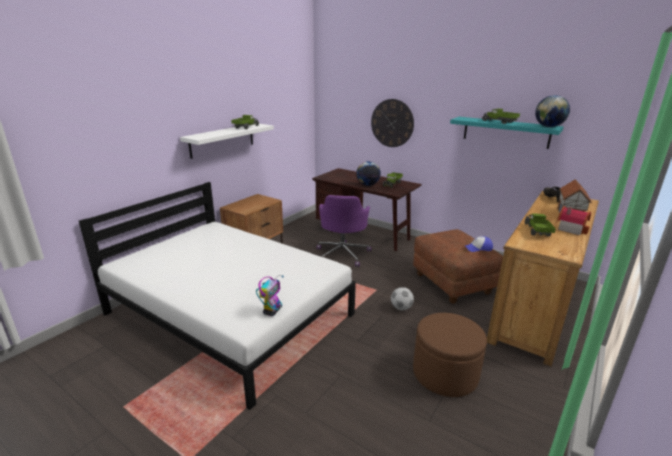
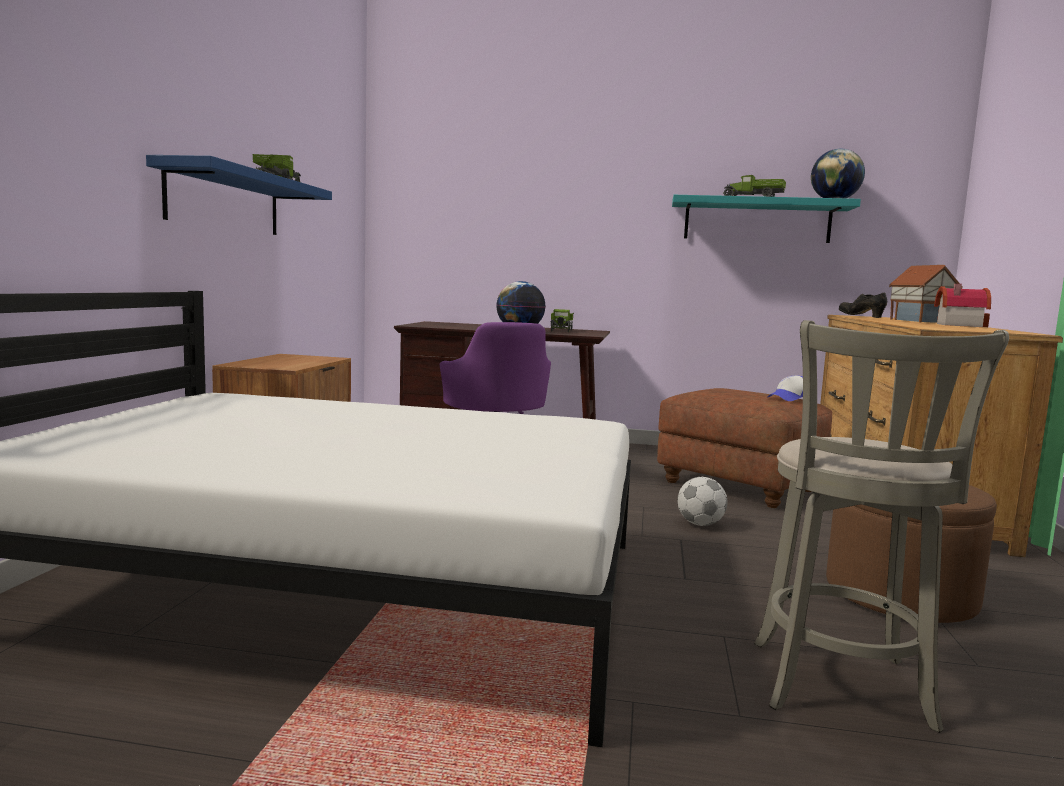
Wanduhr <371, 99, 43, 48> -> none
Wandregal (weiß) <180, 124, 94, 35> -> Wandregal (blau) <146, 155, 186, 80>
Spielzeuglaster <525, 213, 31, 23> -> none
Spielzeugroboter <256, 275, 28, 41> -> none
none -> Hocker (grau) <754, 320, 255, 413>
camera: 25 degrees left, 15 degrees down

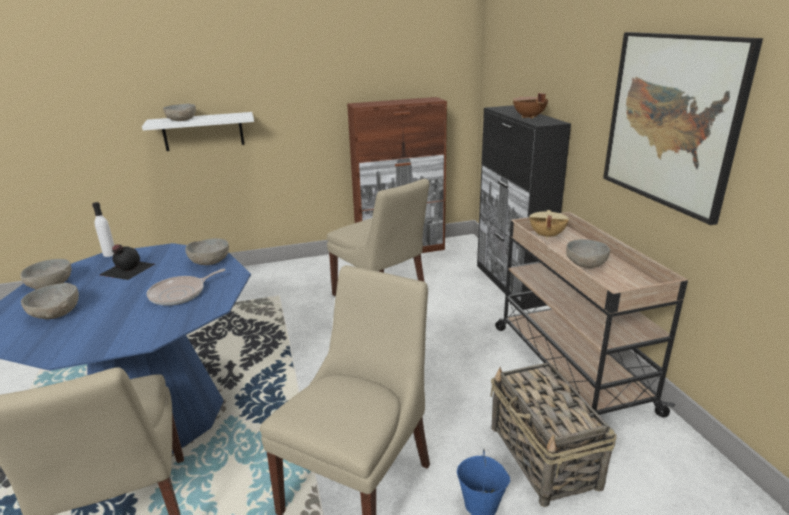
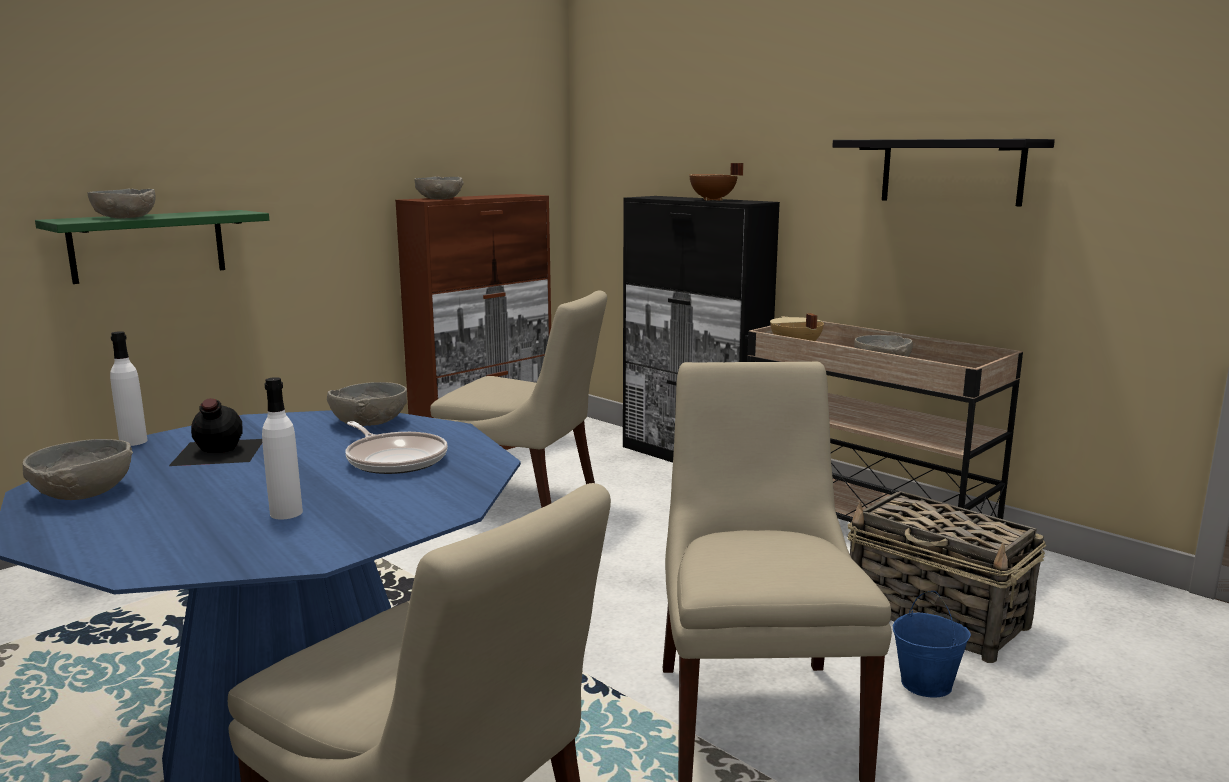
Bild <603, 32, 160, 193> -> Wandregal (schwarz) <832, 139, 223, 67>
Wandregal (weiß) <142, 112, 112, 39> -> Wandregal (grün) <35, 210, 234, 74>
Pfanne <147, 269, 79, 37> -> Pfanne <345, 421, 103, 53>, 60 degrees counterclockwise
Schüssel (grau) <21, 283, 58, 36> -> Schüssel (grau) <414, 176, 50, 23>, moved
none -> Flasche (weiß) <262, 377, 41, 142>
camera: 30 degrees left, 10 degrees down

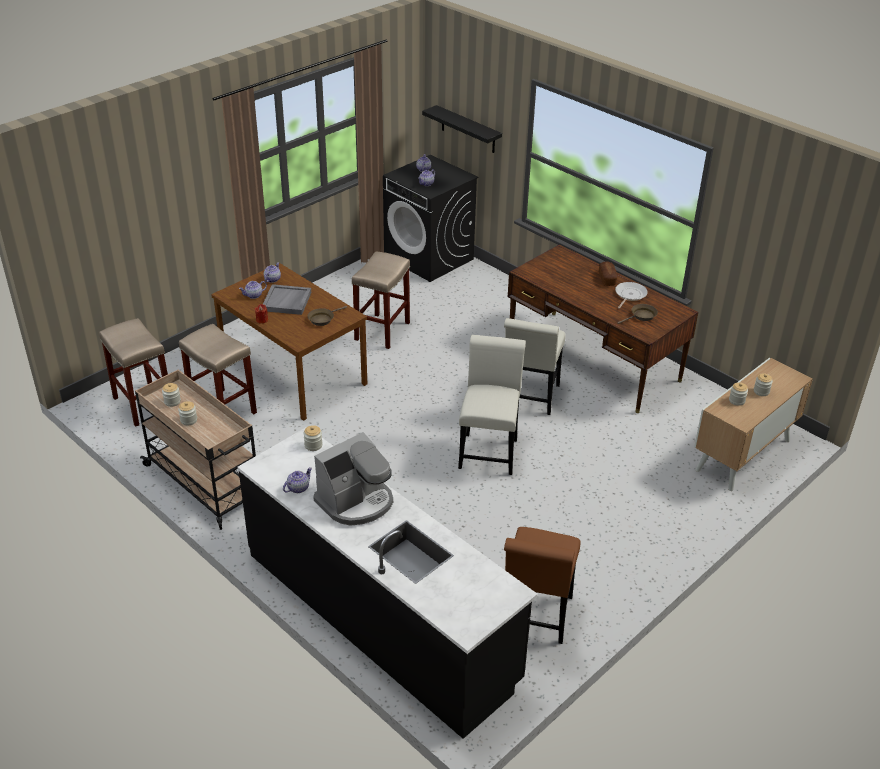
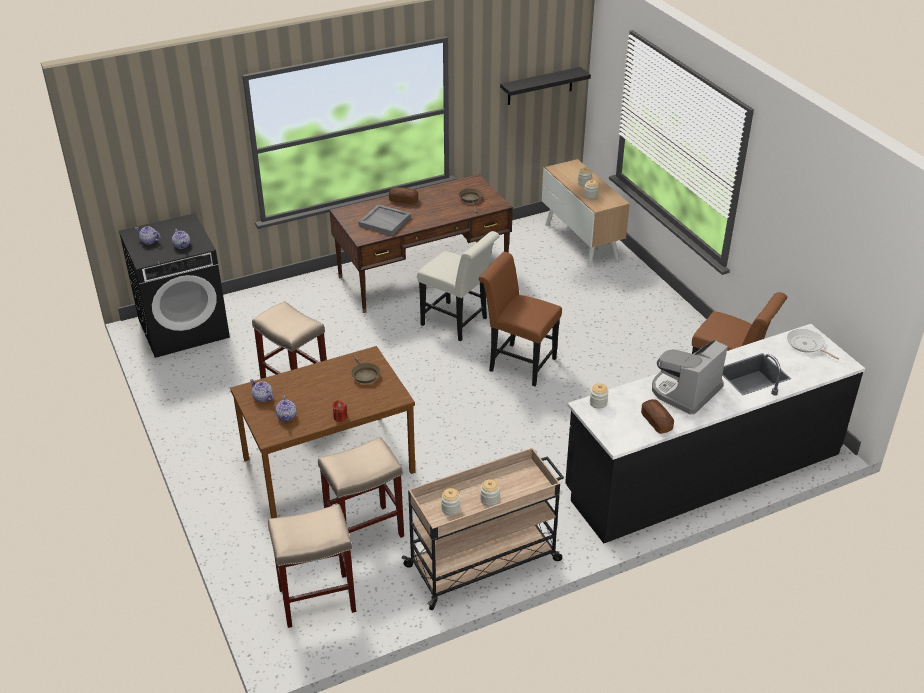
Wandregal (schwarz) <422, 105, 80, 48> -> Wandregal (schwarz) <500, 67, 91, 38>, moved
Pfanne <615, 282, 33, 27> -> Pfanne <787, 329, 53, 31>, moved
Tablett (grau) <263, 284, 48, 31> -> Tablett (grau) <358, 204, 53, 32>, moved
Stuhl (weiß) <458, 335, 68, 140> -> Stuhl (braun) <479, 252, 83, 134>
Kaffeemaschine <313, 432, 80, 94> -> Kaffeemaschine <652, 339, 76, 76>, 120 degrees counterclockwise
Teekanne <283, 467, 29, 26> -> Brot <641, 399, 33, 35>
camera: 70 degrees left, 0 degrees up

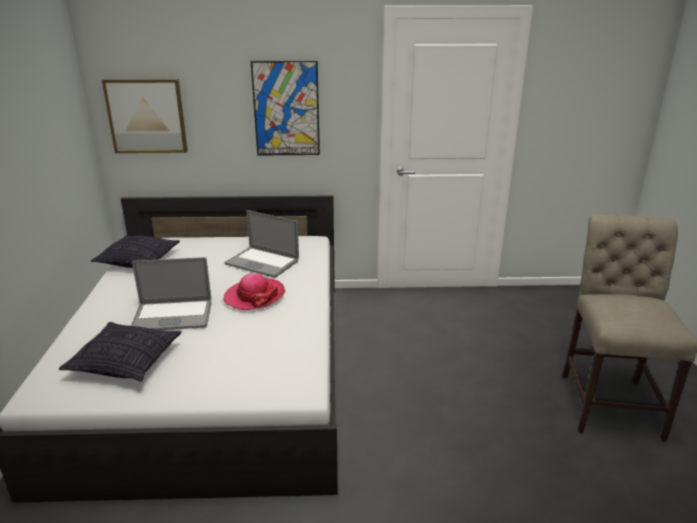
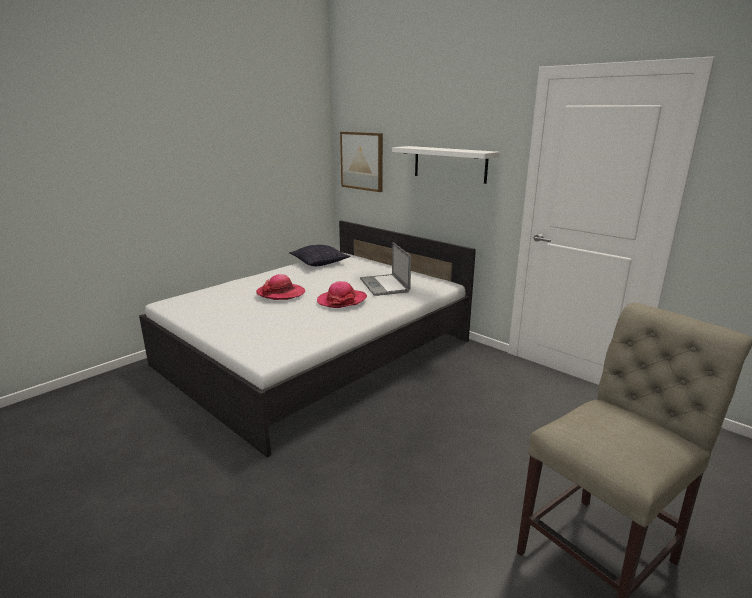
Bild <251, 61, 69, 94> -> Wandregal (weiß) <392, 146, 108, 38>
Laptop <131, 257, 81, 73> -> Hut <256, 274, 49, 26>
Kissen <59, 322, 122, 59> -> none
camera: 45 degrees right, 5 degrees down

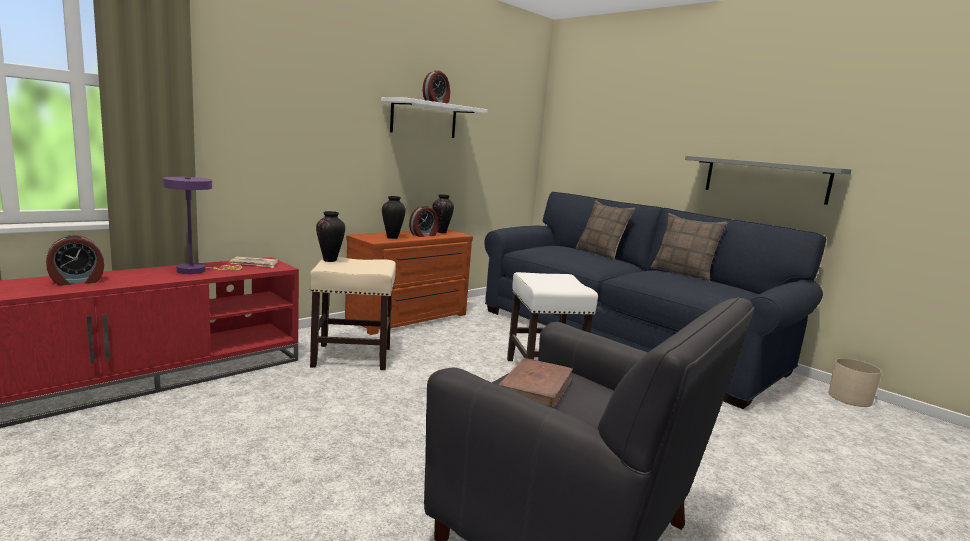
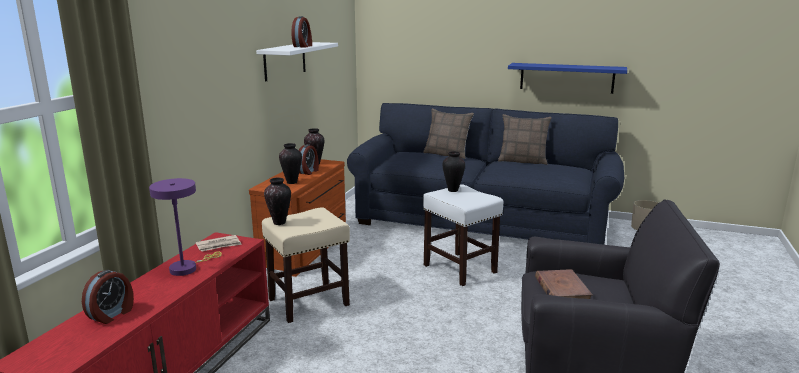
Wandregal (grau) <685, 156, 166, 49> -> Wandregal (blau) <508, 63, 119, 31>
none -> Vase <443, 151, 22, 41>
camera: 25 degrees left, 5 degrees up

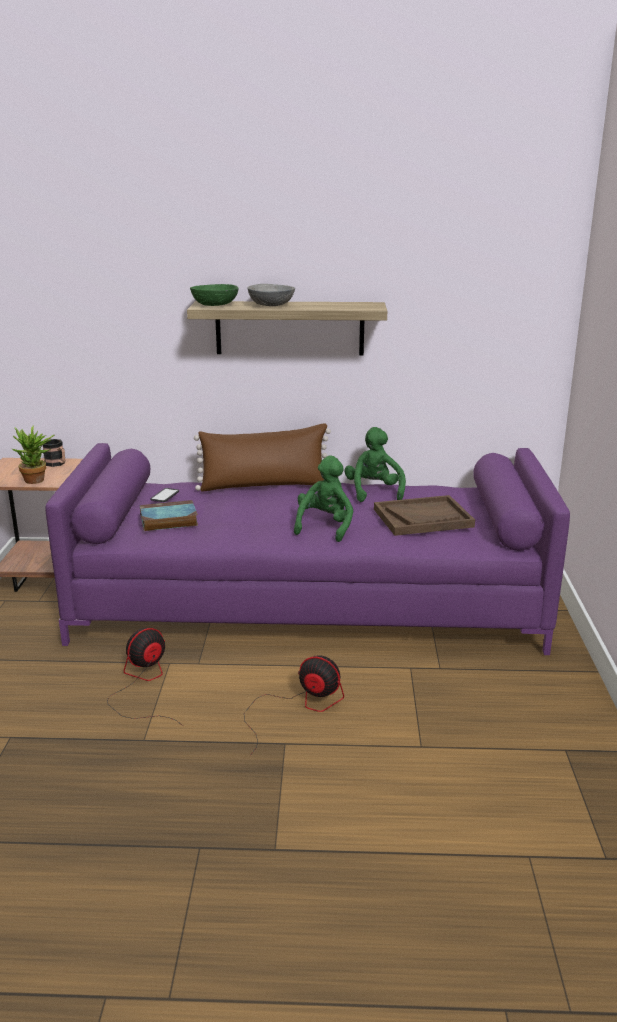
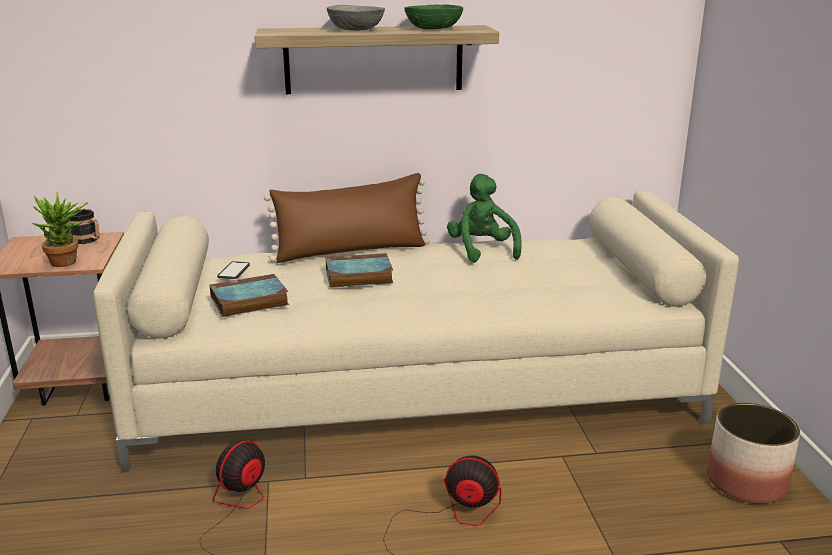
Schüssel (grün) <190, 284, 49, 22> -> Schüssel (grün) <404, 5, 59, 24>, moved
Sofa (lila) <45, 443, 525, 212> -> Sofa (beige) <93, 190, 646, 282>
Plüschtier (grün) <294, 455, 59, 87> -> none
Tablett (braun) <374, 495, 101, 41> -> none
none -> Buch <325, 253, 68, 35>
none -> Pflanzkübel <707, 403, 93, 101>
camera: 10 degrees left, 0 degrees up

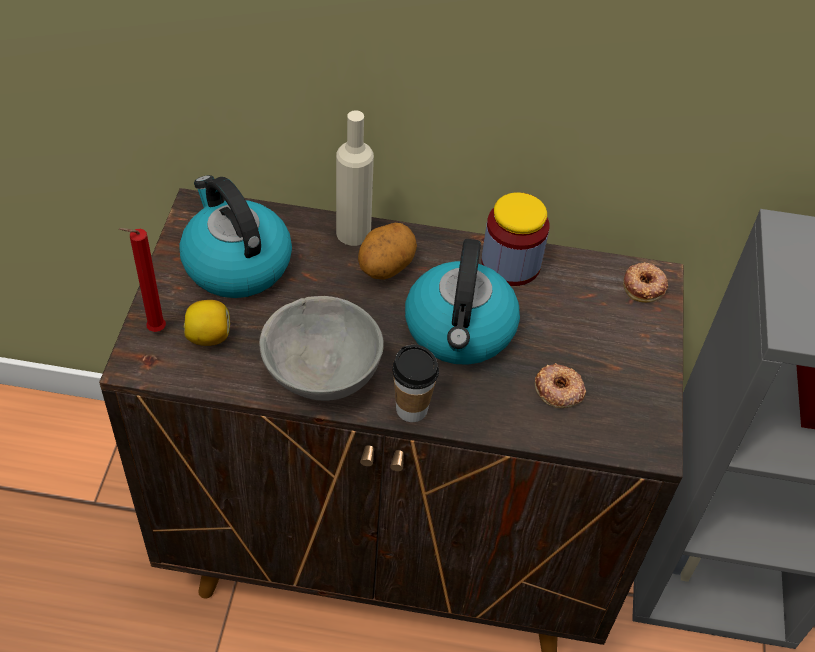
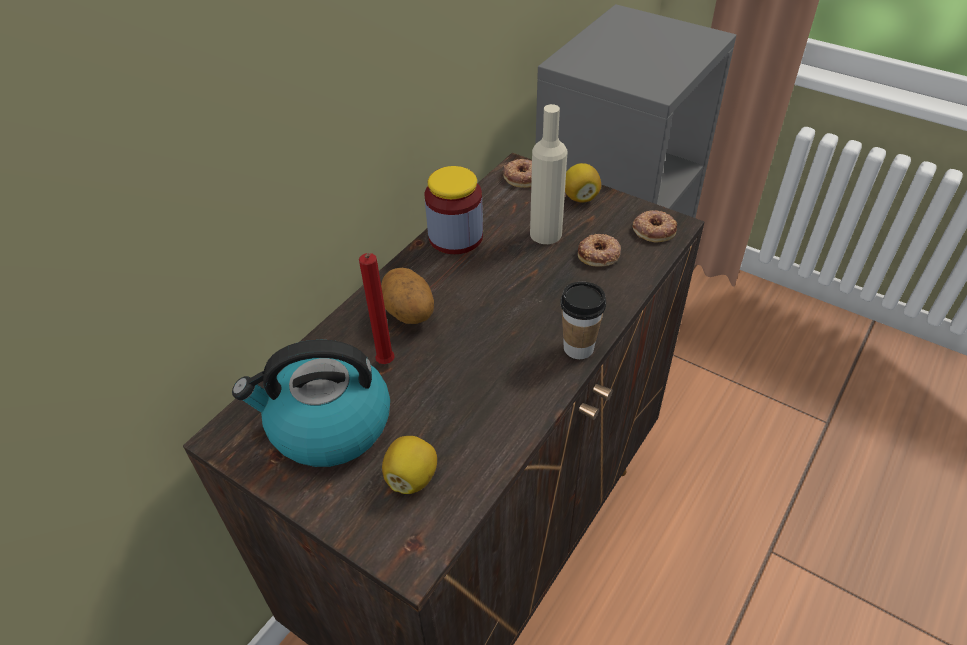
Flasche (beige) <336, 110, 38, 136> -> Flasche (beige) <530, 104, 37, 140>, moved
Kerze (rot) <119, 228, 47, 104> -> Kerze (rot) <359, 253, 36, 111>, moved
Wasserkessel <405, 239, 115, 126> -> none
Schüssel (grau) <259, 296, 125, 105> -> none
none -> Zitrone <565, 163, 36, 39>
none -> Donut <633, 210, 44, 32>
camera: 60 degrees left, 5 degrees down

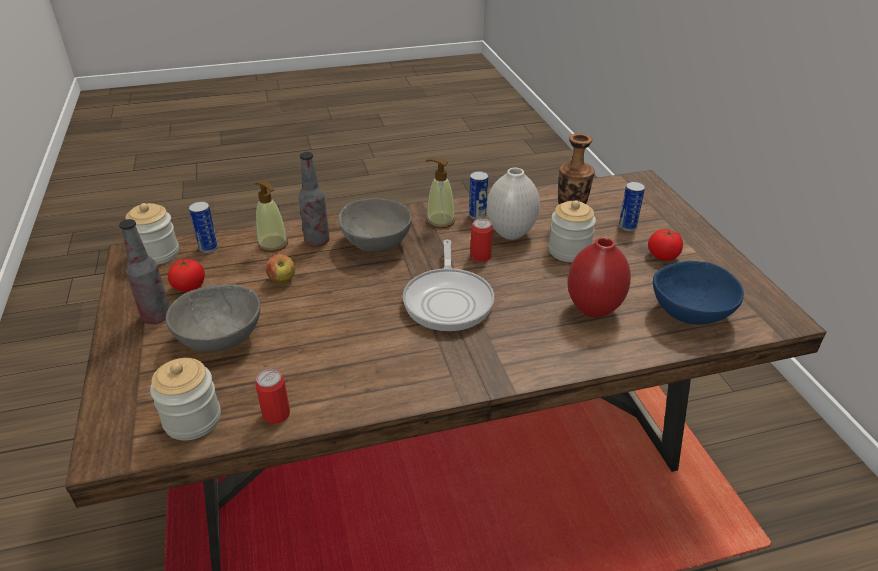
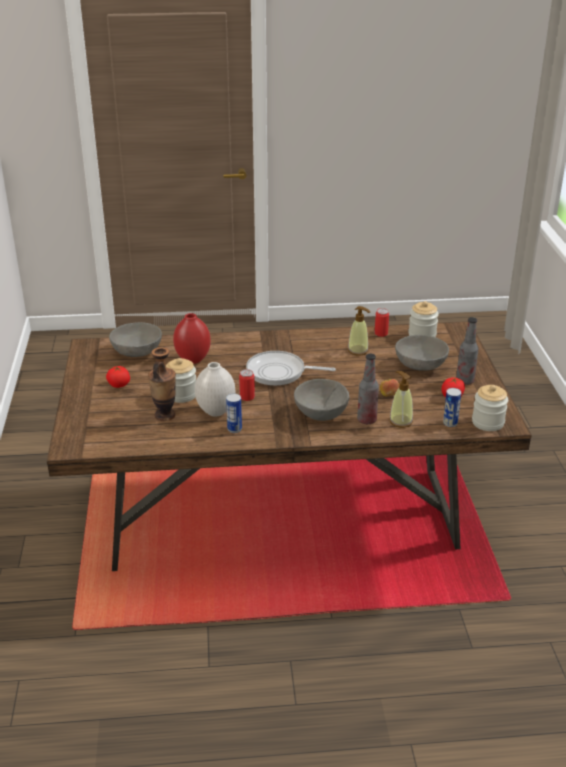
Seifenspender <426, 158, 29, 70> -> Seifenspender <348, 306, 23, 49>, moved
Dose <619, 181, 26, 50> -> none
Pfanne <403, 240, 91, 91> -> Pfanne <246, 351, 90, 35>, 90 degrees counterclockwise
Schüssel (blau) <653, 260, 91, 65> -> Schüssel (grau) <109, 322, 53, 35>
camera: 170 degrees left, 5 degrees down

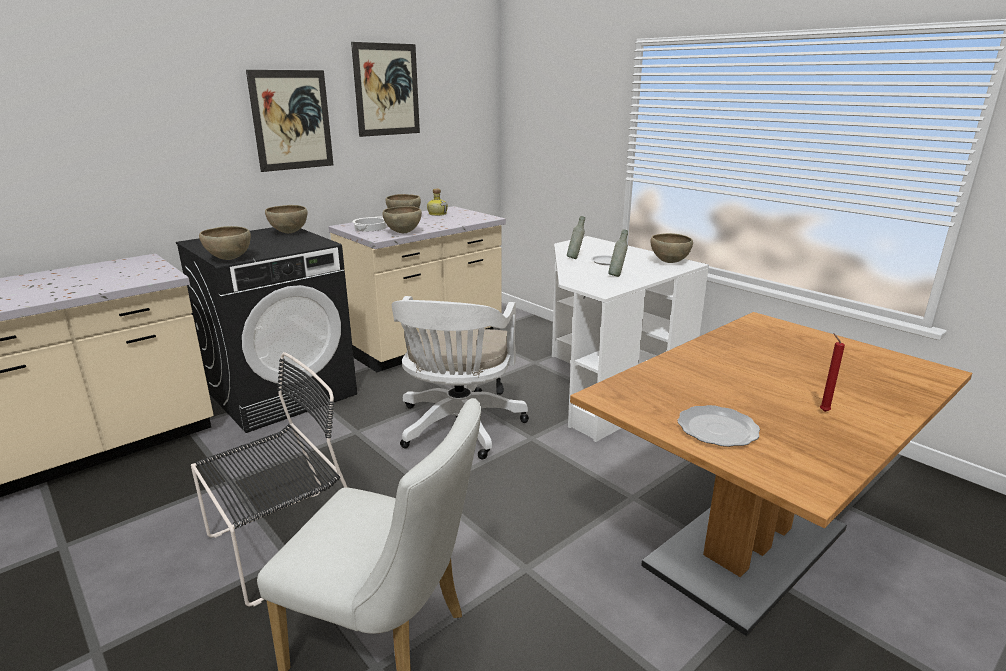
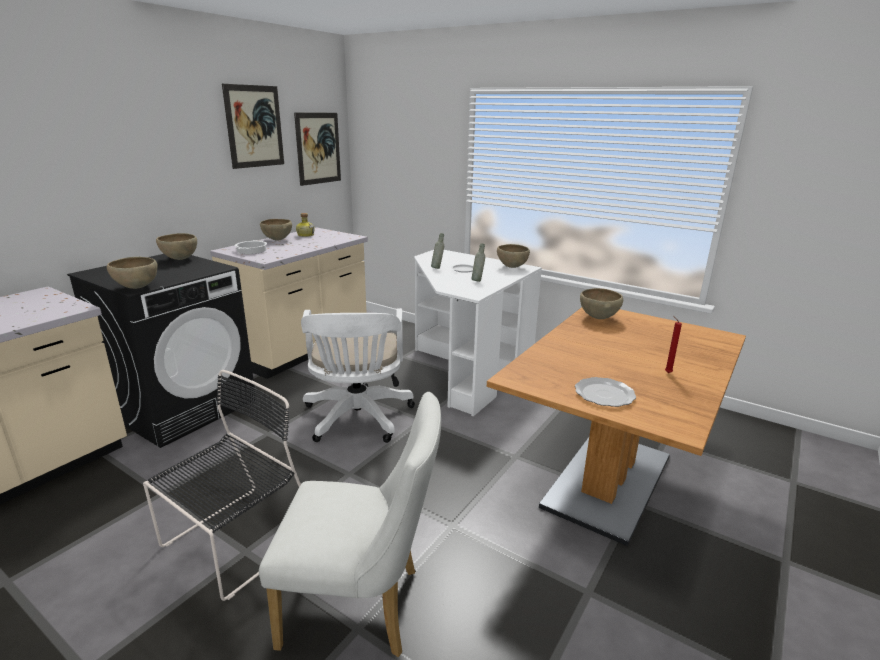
Bild <246, 70, 87, 102> -> Bild <294, 113, 47, 73>, moved
Schüssel (braun) <383, 206, 39, 27> -> Schüssel (braun) <580, 288, 43, 31>, moved
camera: 15 degrees left, 0 degrees up

